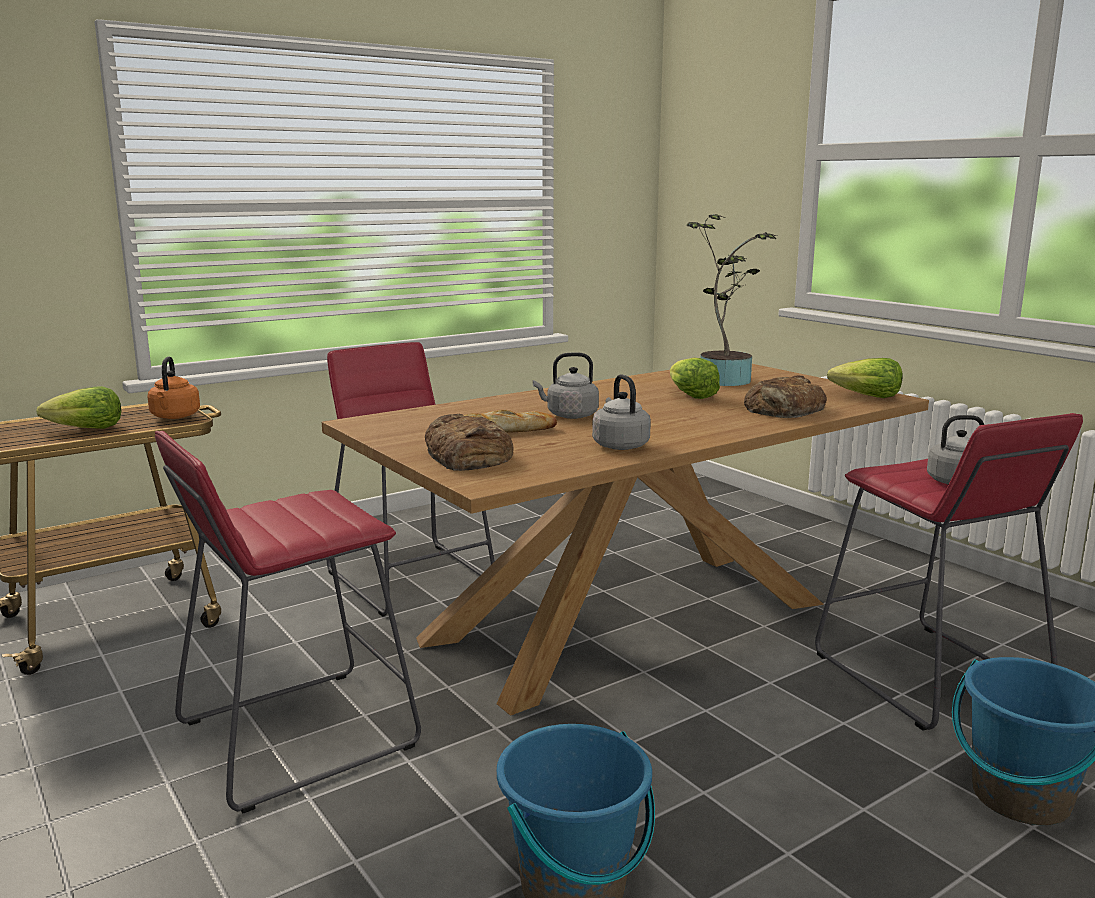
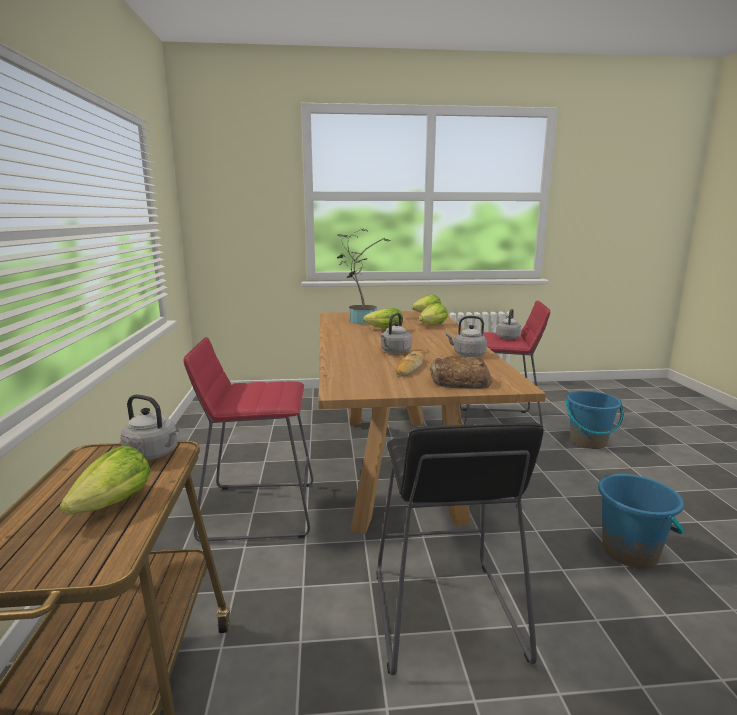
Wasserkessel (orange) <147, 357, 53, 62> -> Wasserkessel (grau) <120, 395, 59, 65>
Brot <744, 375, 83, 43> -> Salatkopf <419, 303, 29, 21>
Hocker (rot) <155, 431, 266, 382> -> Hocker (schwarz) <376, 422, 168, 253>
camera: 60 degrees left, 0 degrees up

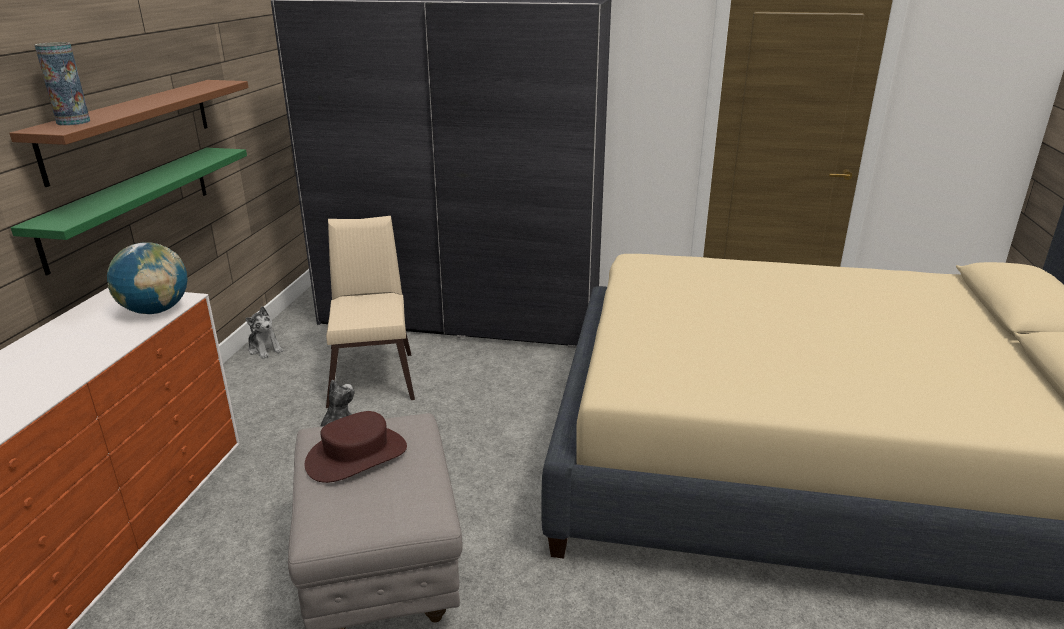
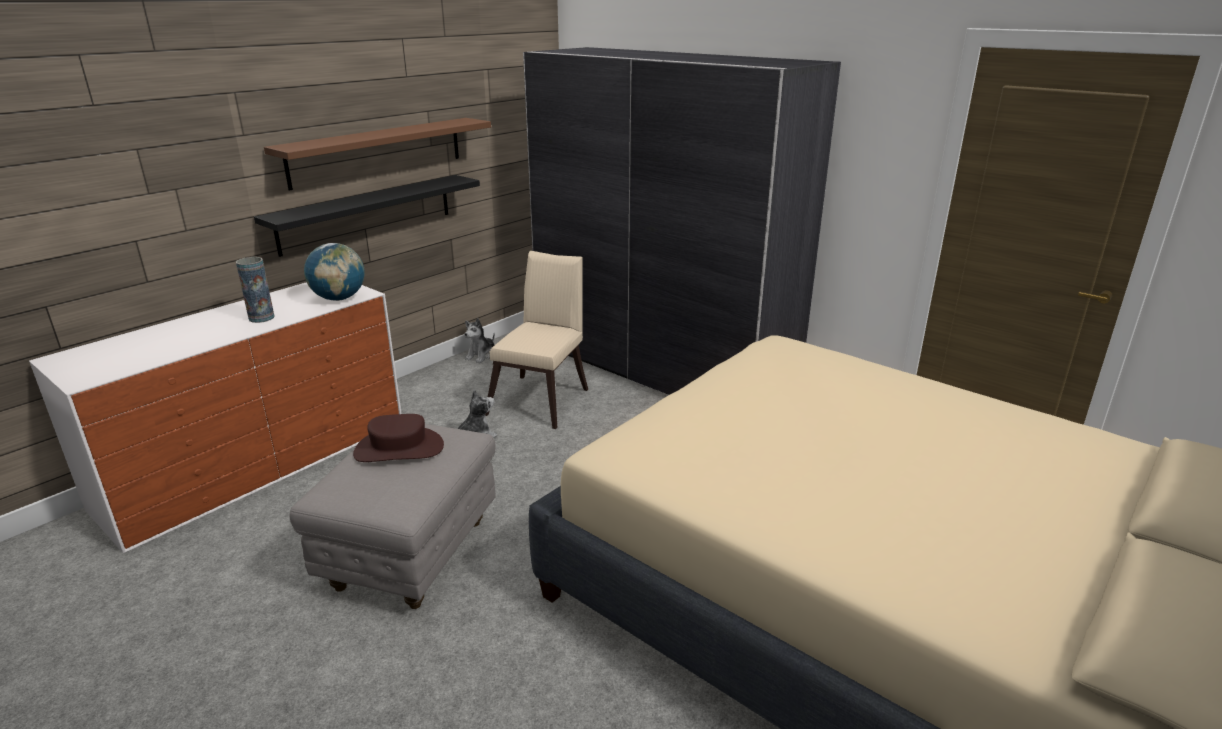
Vase <35, 42, 55, 84> -> Vase <236, 257, 39, 66>, moved
Wandregal (grün) <11, 148, 236, 128> -> Wandregal (schwarz) <254, 175, 226, 82>
Plüschtier <245, 306, 38, 53> -> Plüschtier <464, 318, 31, 45>, 45 degrees clockwise
camera: 30 degrees right, 0 degrees up

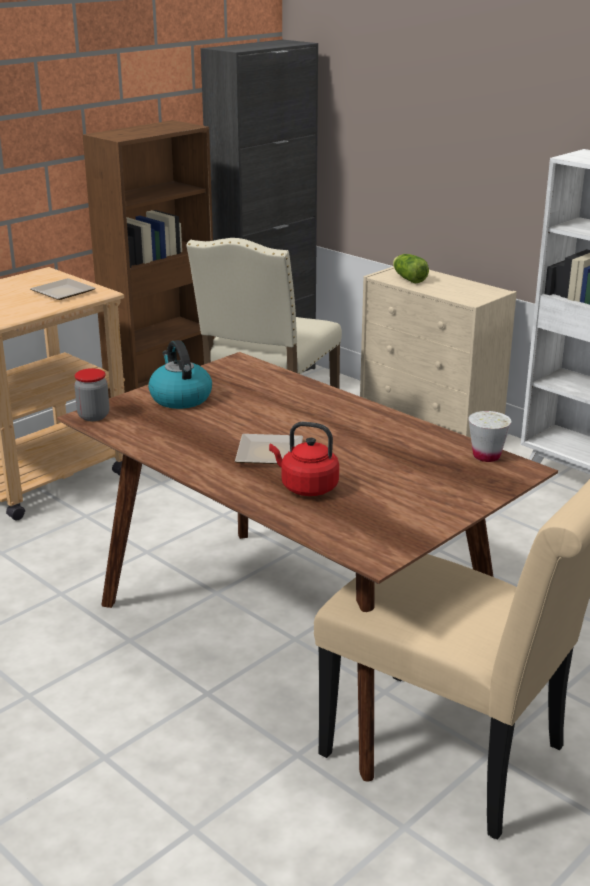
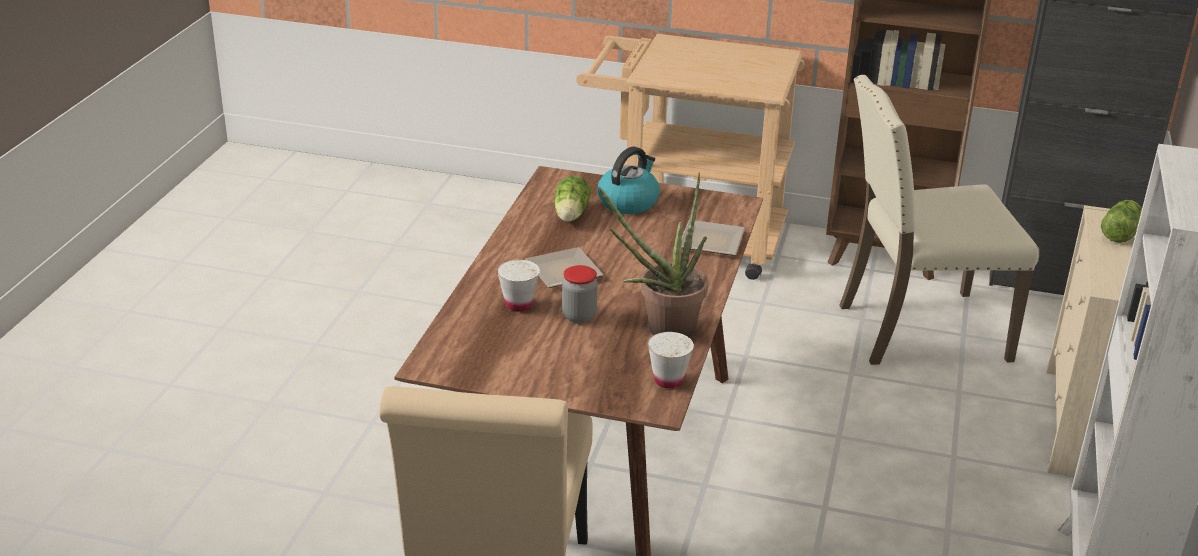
Teller <30, 278, 66, 22> -> Teller <681, 220, 64, 36>, moved
Vorratsglas <74, 368, 35, 53> -> Vorratsglas <562, 265, 36, 58>, moved
Wasserkessel (rot) <269, 422, 70, 74> -> Tasse (weiß) <497, 260, 43, 52>
none -> Topfpflanze <599, 172, 109, 165>
none -> Salatkopf <554, 176, 37, 46>
camera: 60 degrees right, 5 degrees up

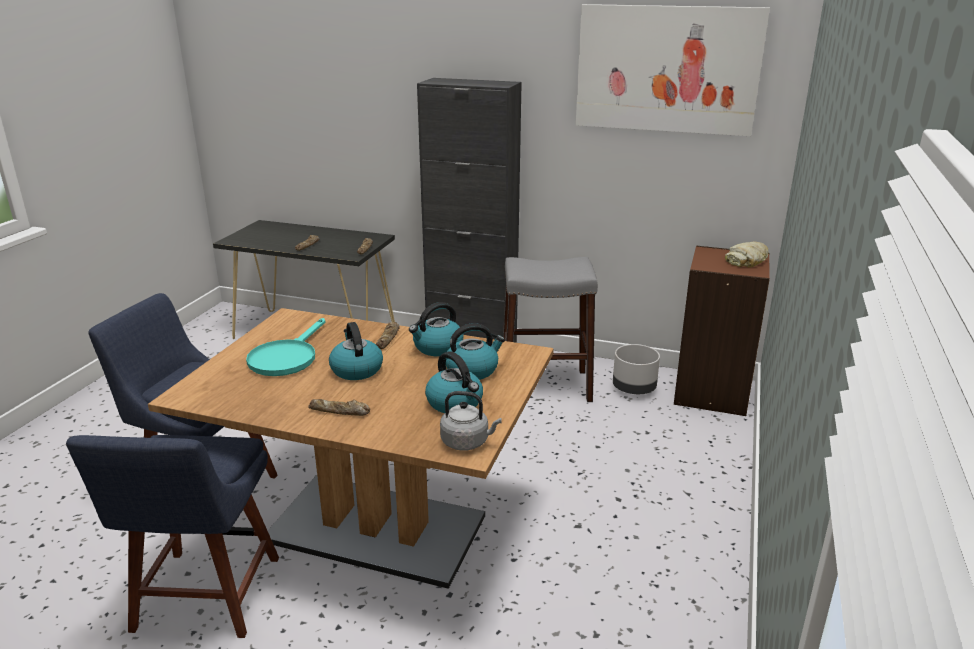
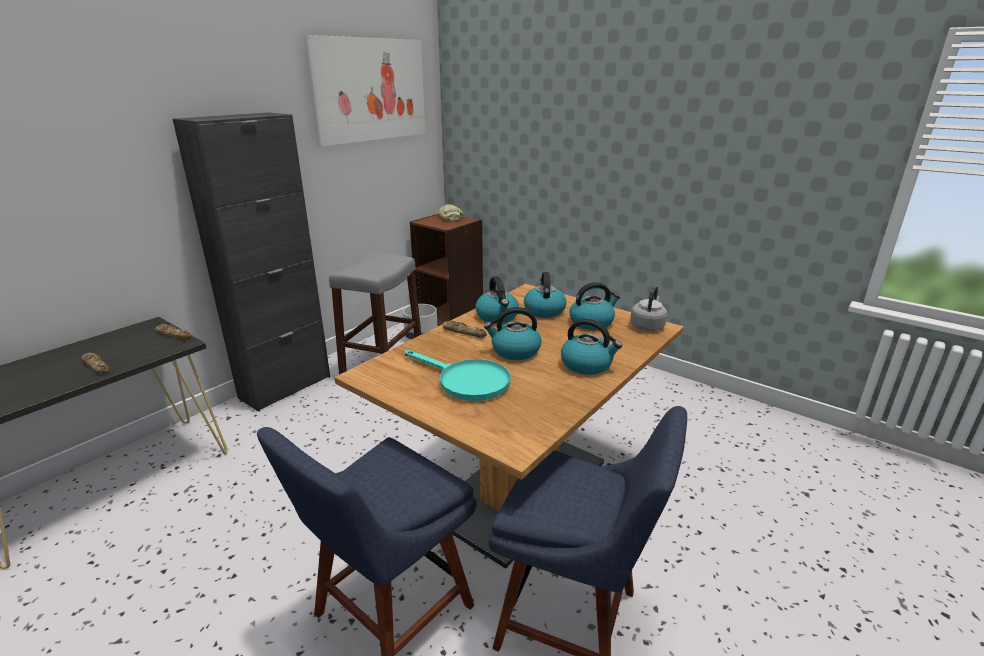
Brot <308, 399, 62, 17> -> Wasserkessel <561, 318, 61, 57>
camera: 70 degrees left, 0 degrees up

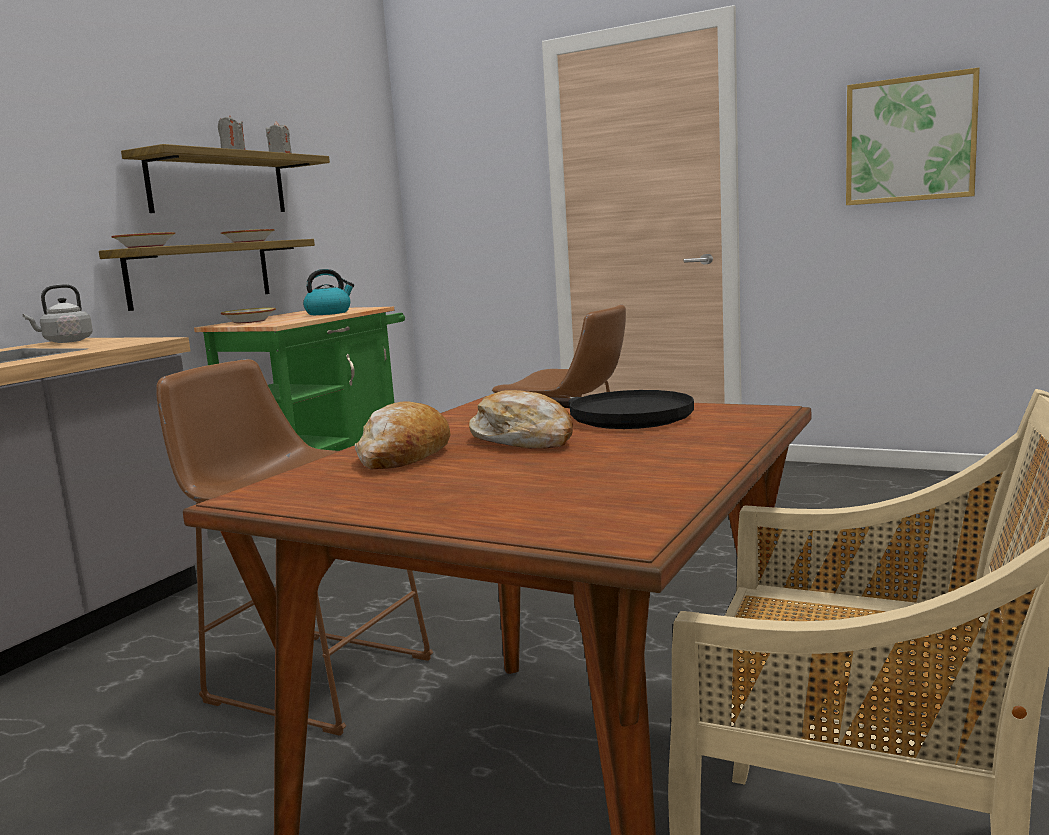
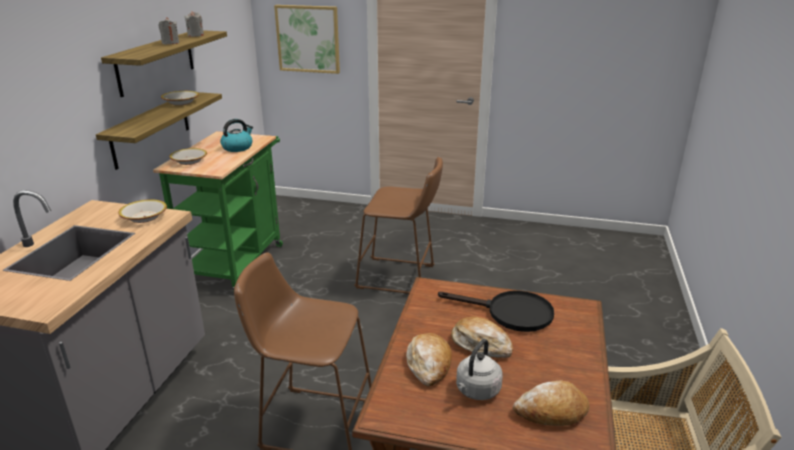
Bild <846, 67, 134, 138> -> Bild <274, 5, 66, 69>, moved
Schüssel <111, 232, 64, 16> -> Schüssel <118, 199, 49, 24>, moved
Wasserkessel (grau) <23, 284, 70, 59> -> Wasserkessel (grau) <456, 339, 47, 61>, moved
none -> Brot <513, 380, 77, 46>
camera: 15 degrees left, 15 degrees up

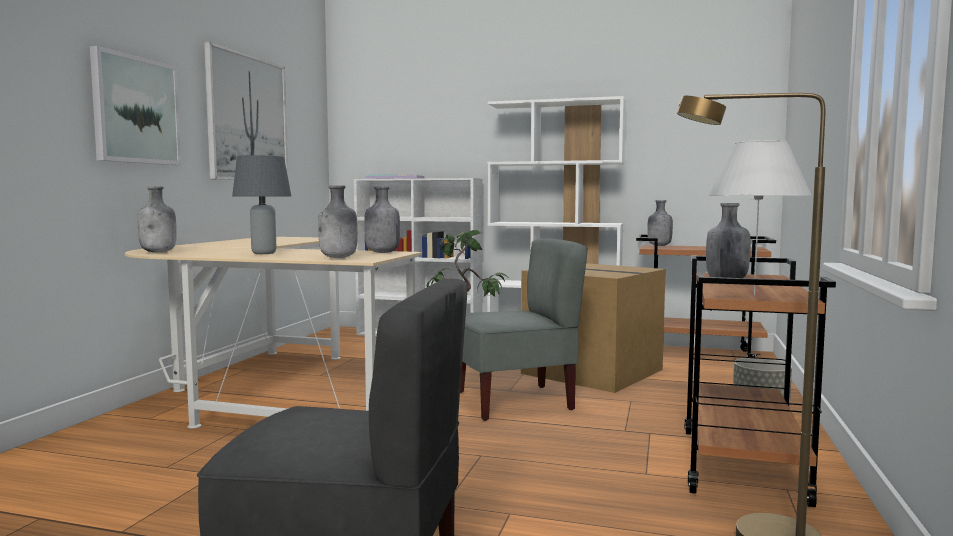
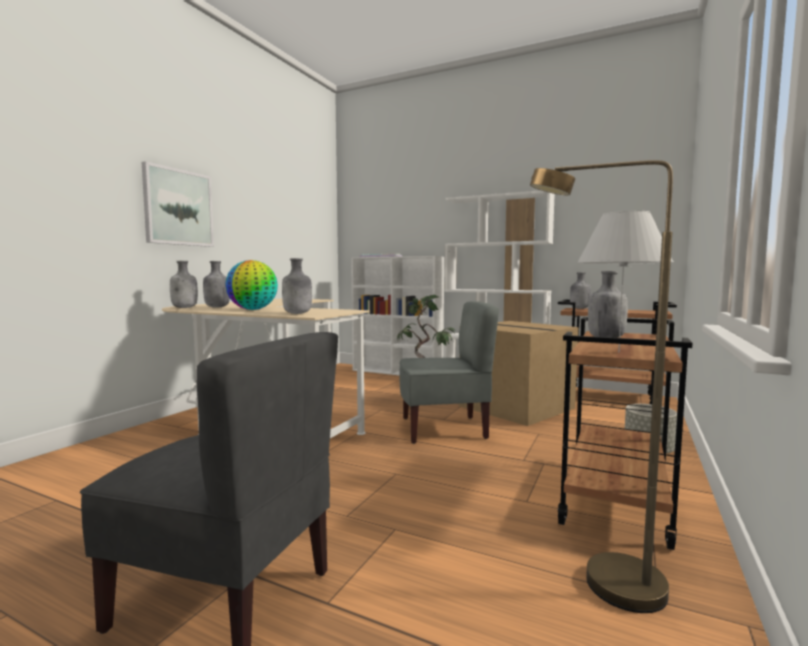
Bild <204, 42, 84, 138> -> none
Tischlampe (grau) <232, 155, 59, 99> -> Globus <225, 260, 53, 50>
Flasche (grau) <364, 186, 36, 67> -> Flasche (grau) <203, 261, 27, 47>, moved
camera: 10 degrees right, 0 degrees up

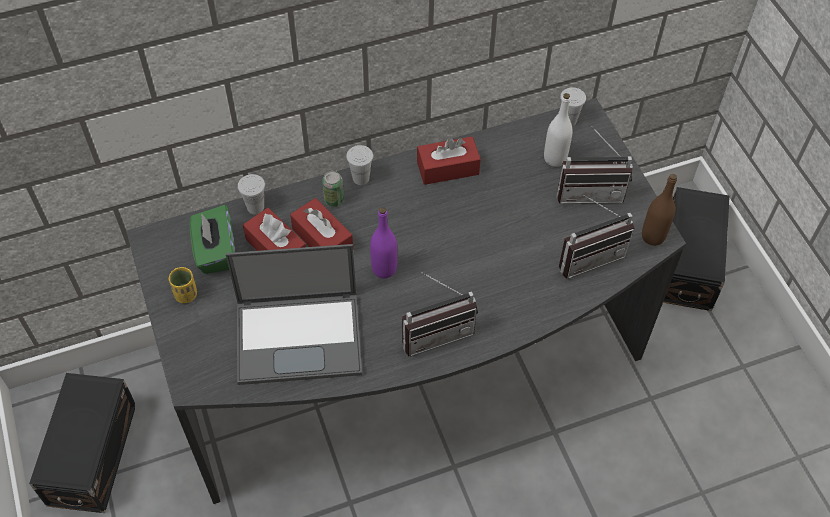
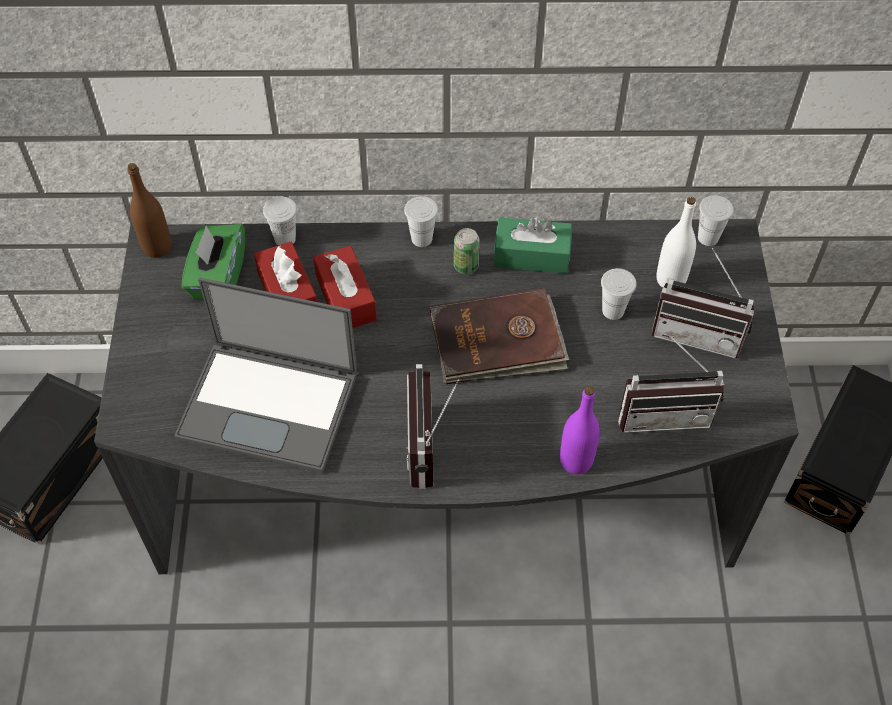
Taschentuchbox (rot) <417, 137, 64, 48> -> Taschentuchbox (grün) <494, 217, 78, 56>
Dose <322, 171, 22, 36> -> Dose <454, 228, 26, 46>, moved
Flasche (braun) <642, 174, 35, 72> -> Flasche (braun) <128, 163, 43, 95>, moved
Flasche (lila) <370, 207, 27, 71> -> Flasche (lila) <560, 386, 40, 88>, moved
Tasse (gelb) <169, 267, 28, 36> -> none
Radio <402, 272, 76, 85> -> Radio <407, 364, 52, 125>, 90 degrees clockwise
none -> Tasse (weiß) <601, 268, 36, 52>
none -> Buch (braun) <430, 288, 139, 96>
camera: 20 degrees right, 0 degrees up

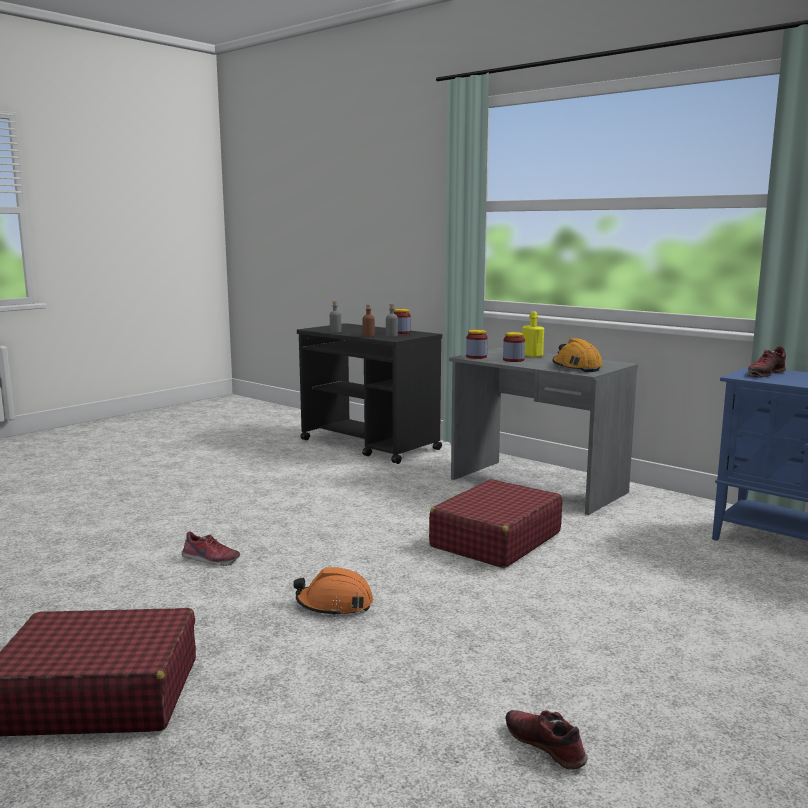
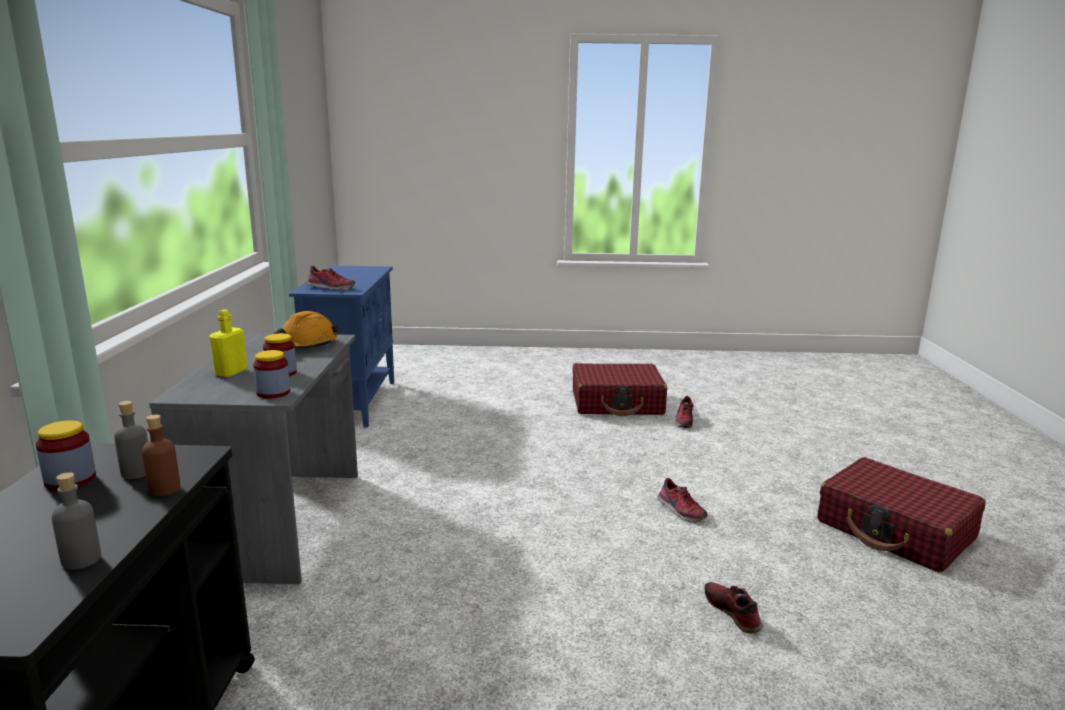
Koffer (rot) <429, 479, 134, 89> -> Koffer (rot) <572, 363, 95, 53>, moved
Schutzhelm (orange) <293, 567, 80, 50> -> Schuh <657, 478, 51, 45>
camera: 130 degrees left, 5 degrees up

